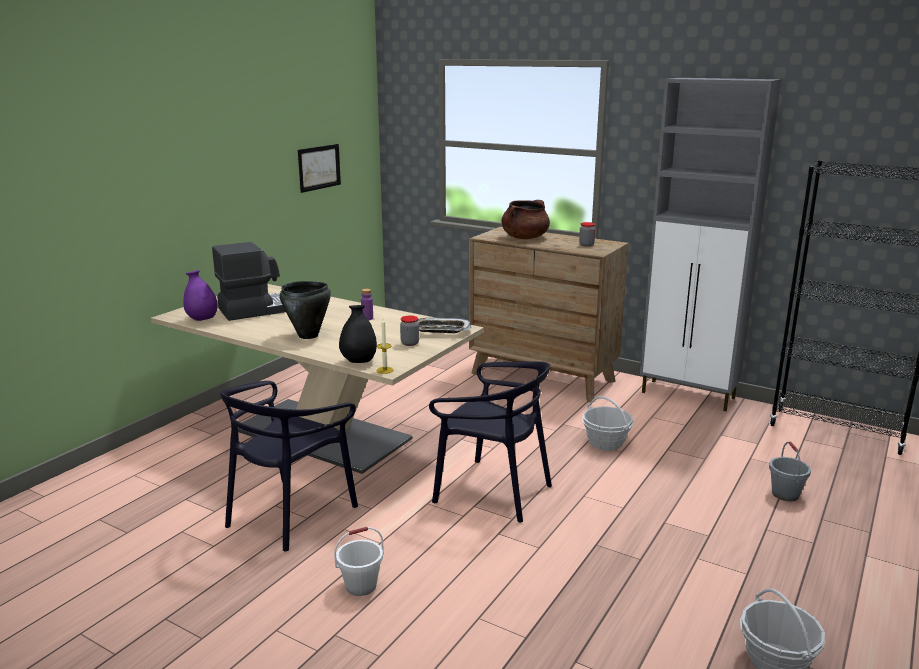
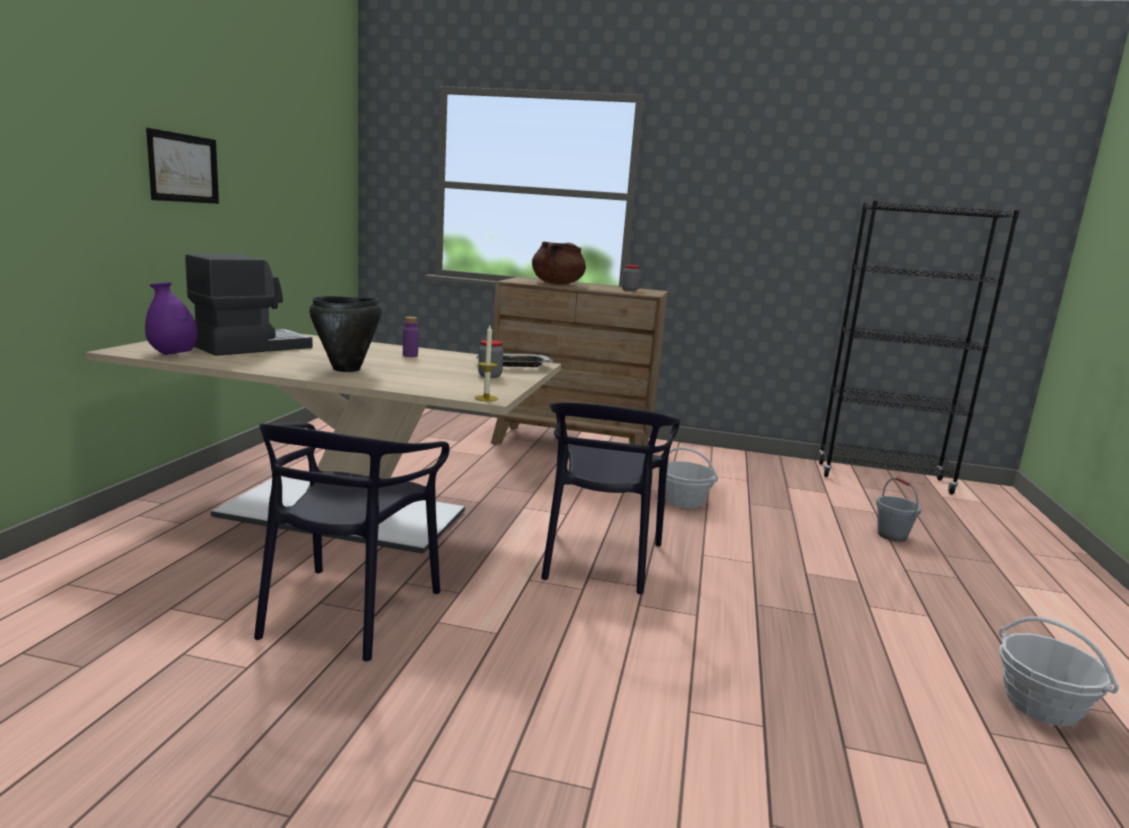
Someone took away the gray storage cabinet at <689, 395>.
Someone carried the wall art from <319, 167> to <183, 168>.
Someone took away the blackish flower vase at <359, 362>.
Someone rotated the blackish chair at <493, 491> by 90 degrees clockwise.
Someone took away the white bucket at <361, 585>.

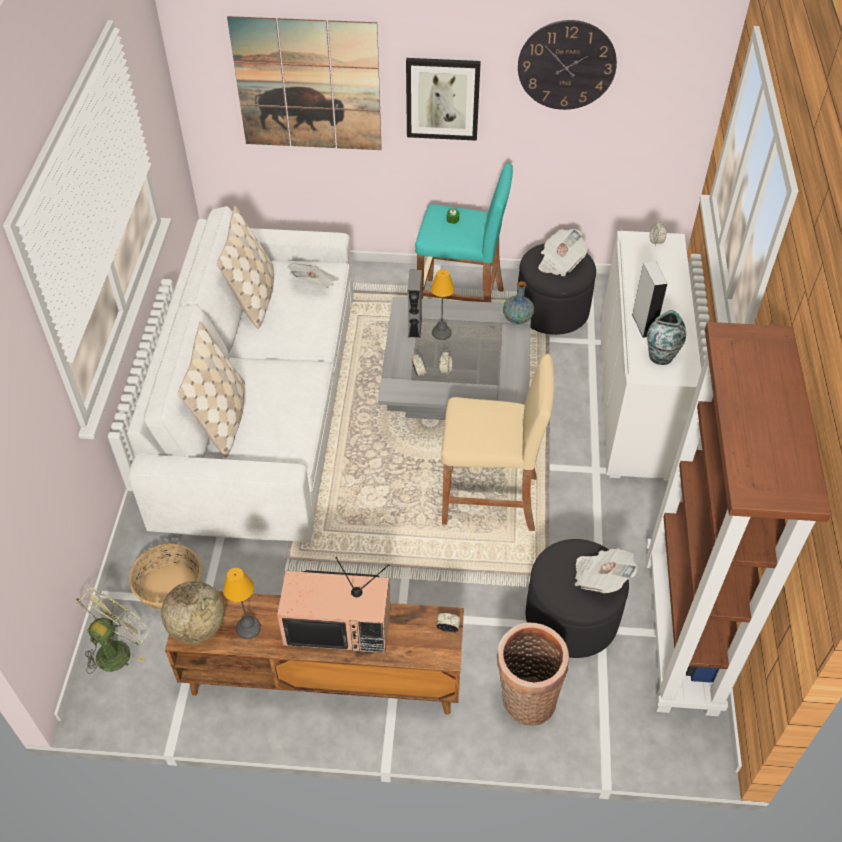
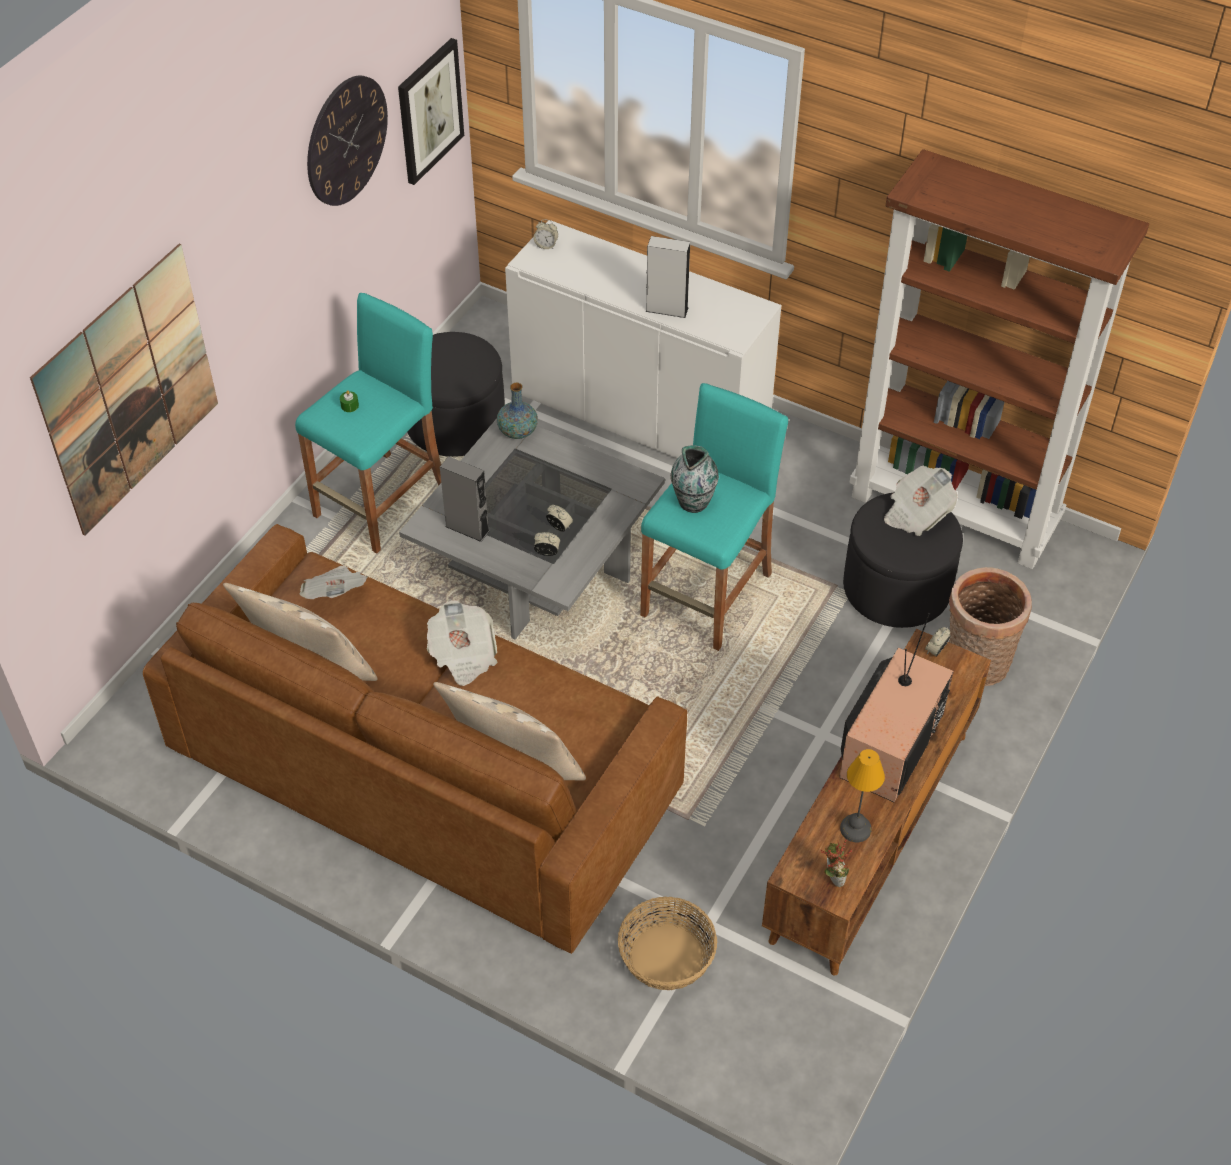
Someone carried the wall art from <442, 98> to <429, 111>.
Someone repainted the white sofa at <261, 407>, which became the brownish sofa at <424, 769>.
Someone carried the newspaper from <560, 262> to <463, 655>.
Someone took away the table lamp at <441, 332>.
Someone carried the flower vase from <661, 356> to <693, 501>.
Someone repainted the beige-coloured stool at <489, 500>, which became the blue-green stool at <707, 595>.
Someone swapped the globe at <198, 627> for the plant in a pot at <832, 878>.
Someone took away the greenish electric fan at <117, 649>.

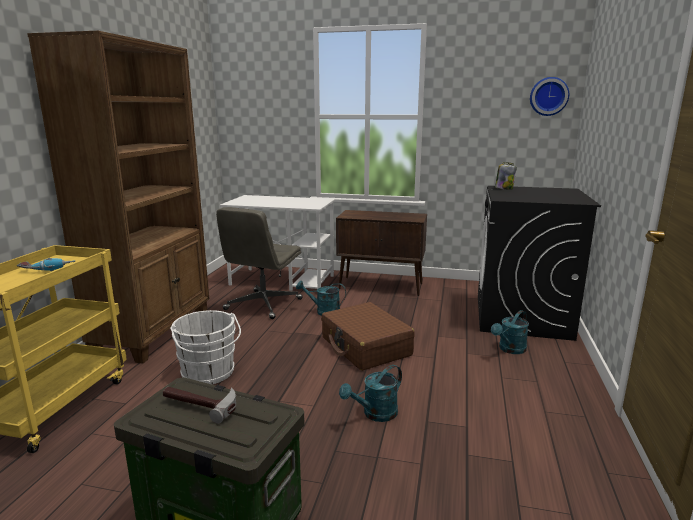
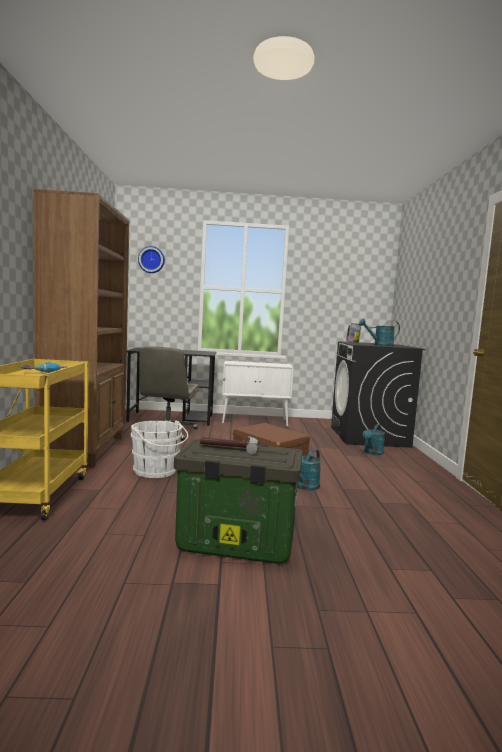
Someone carried the hanging clock from <548, 96> to <151, 260>.
Someone repainted the white desk unit at <283, 280>, which became the blackish desk unit at <172, 418>.
Someone repainted the brownish storage cabinet at <381, 286>, which became the white storage cabinet at <255, 421>.
Someone carried the blue-green watering can from <323, 312> to <379, 345>.

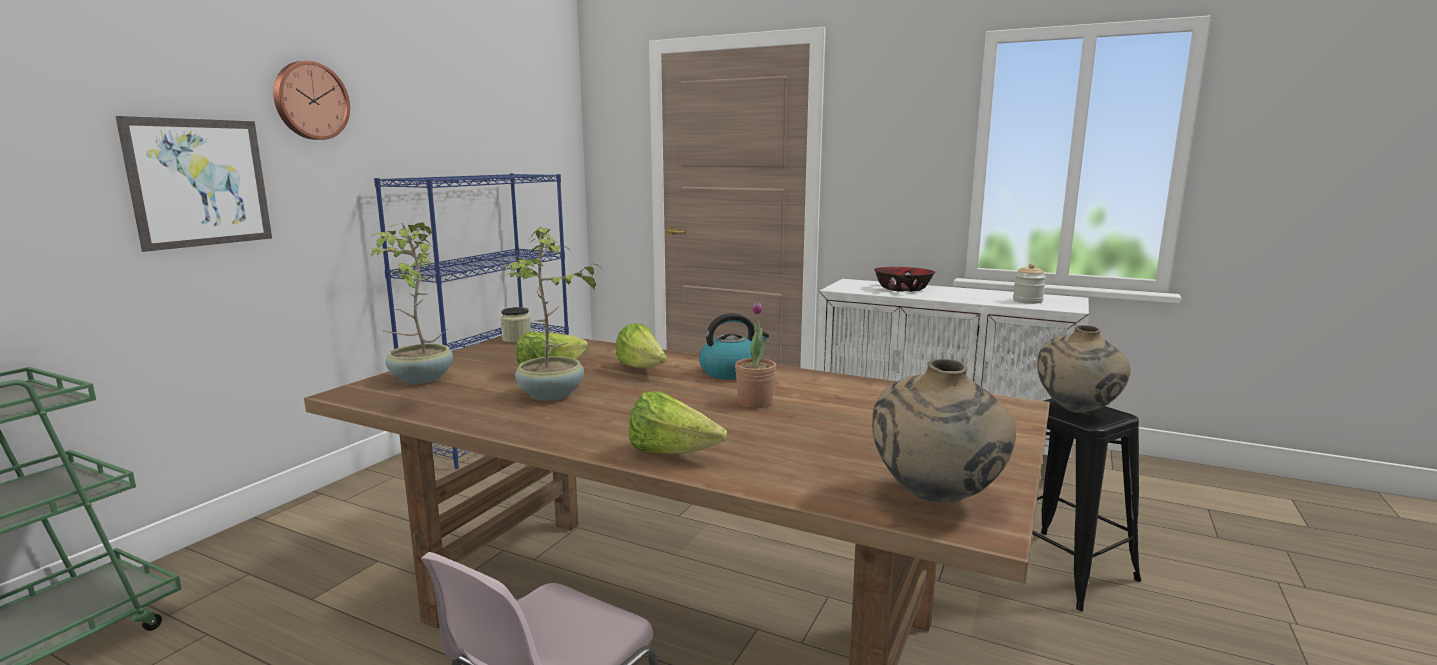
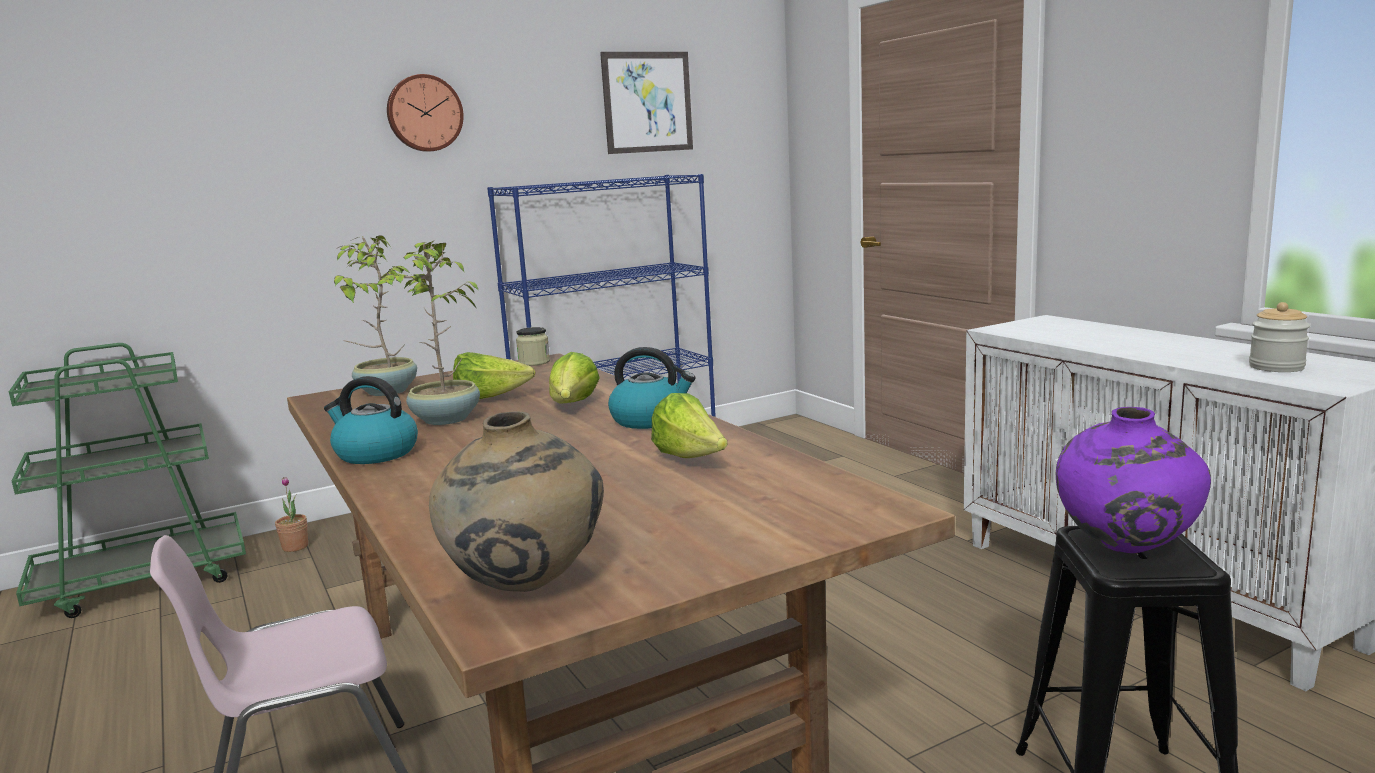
Someone carried the wall art from <200, 183> to <647, 102>.
Someone took away the serving bowl at <902, 289>.
Someone carried the plant in a pot from <755, 403> to <295, 547>.
Someone repainted the beige-coloured flower vase at <1077, 412>, which became the purple-coloured flower vase at <1126, 551>.
Someone carried the lettuce head from <672, 453> to <691, 459>.
Someone put down the kettle at <375, 454>.

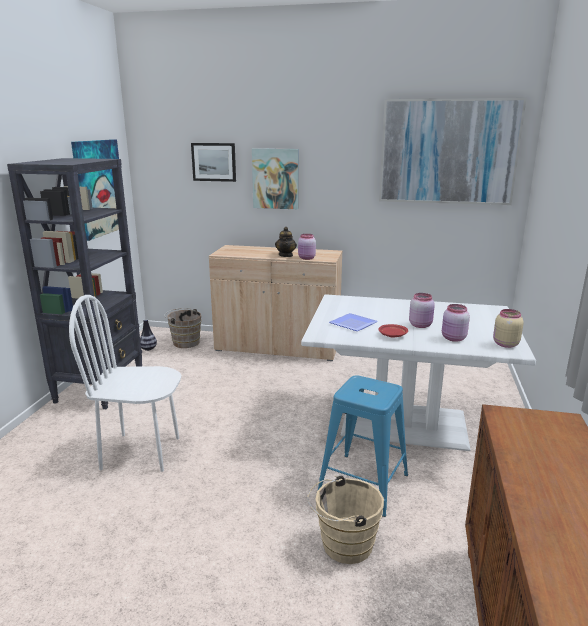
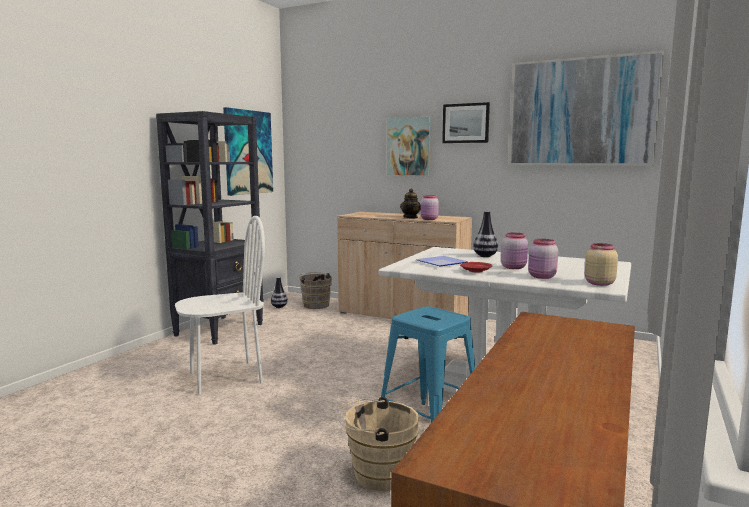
Someone carried the wall art from <214, 162> to <466, 123>.
Someone rotated the white chair at <141, 452> by 135 degrees clockwise.
Someone put down the flower vase at <485, 256>.

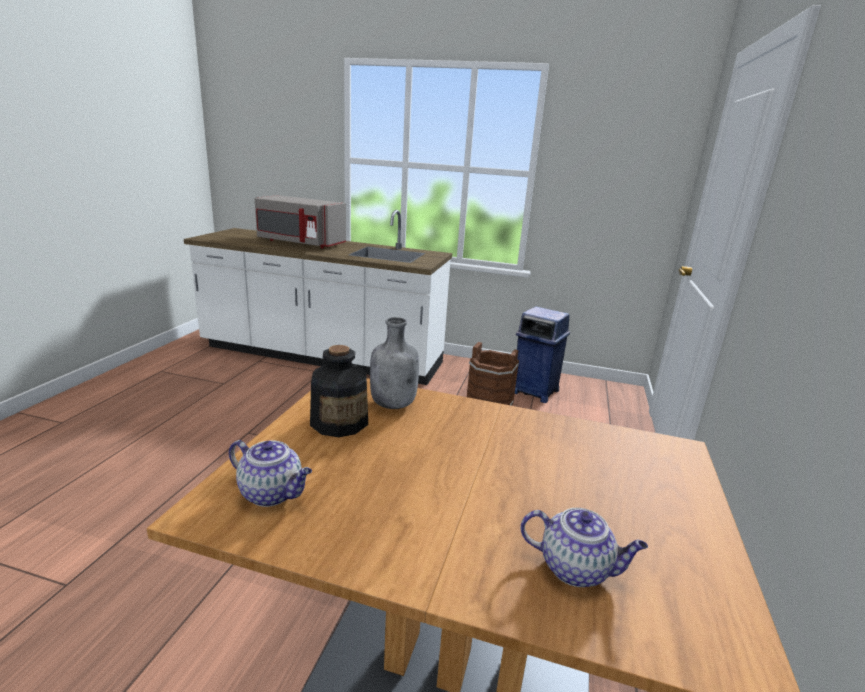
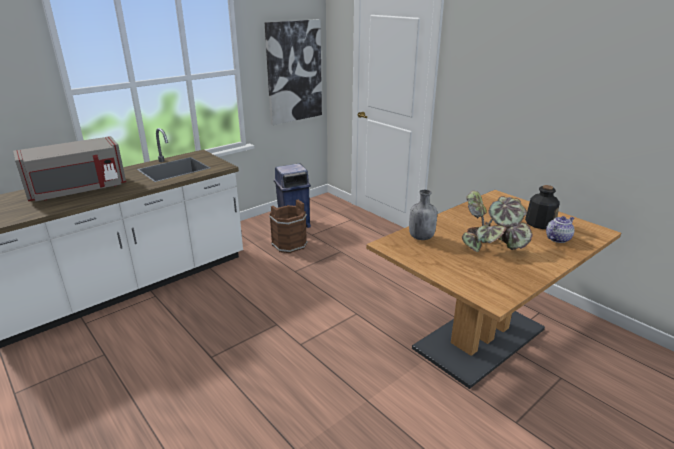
Someone carried the drink bottle from <340, 422> to <539, 223>.
Someone took away the tea pot at <272, 493>.
Someone put up the wall art at <294, 72>.
Someone put down the plant in a pot at <492, 244>.

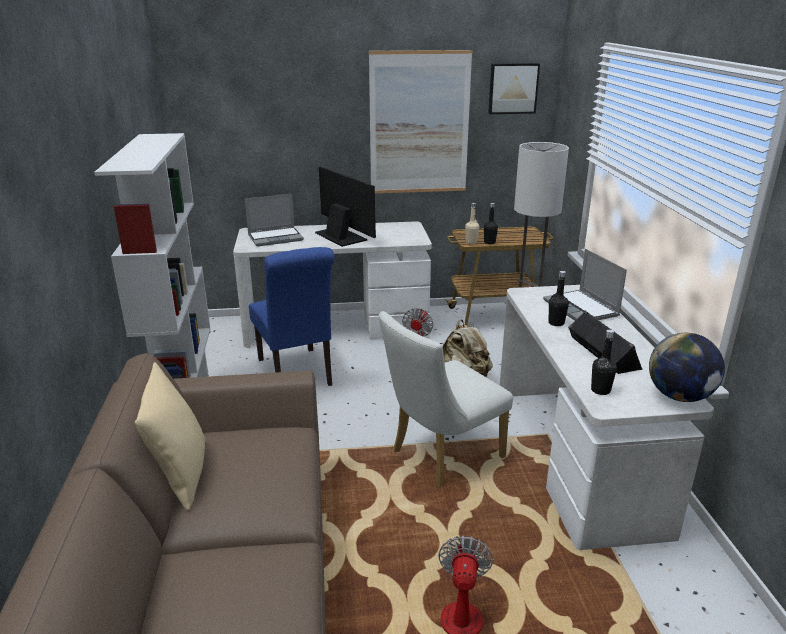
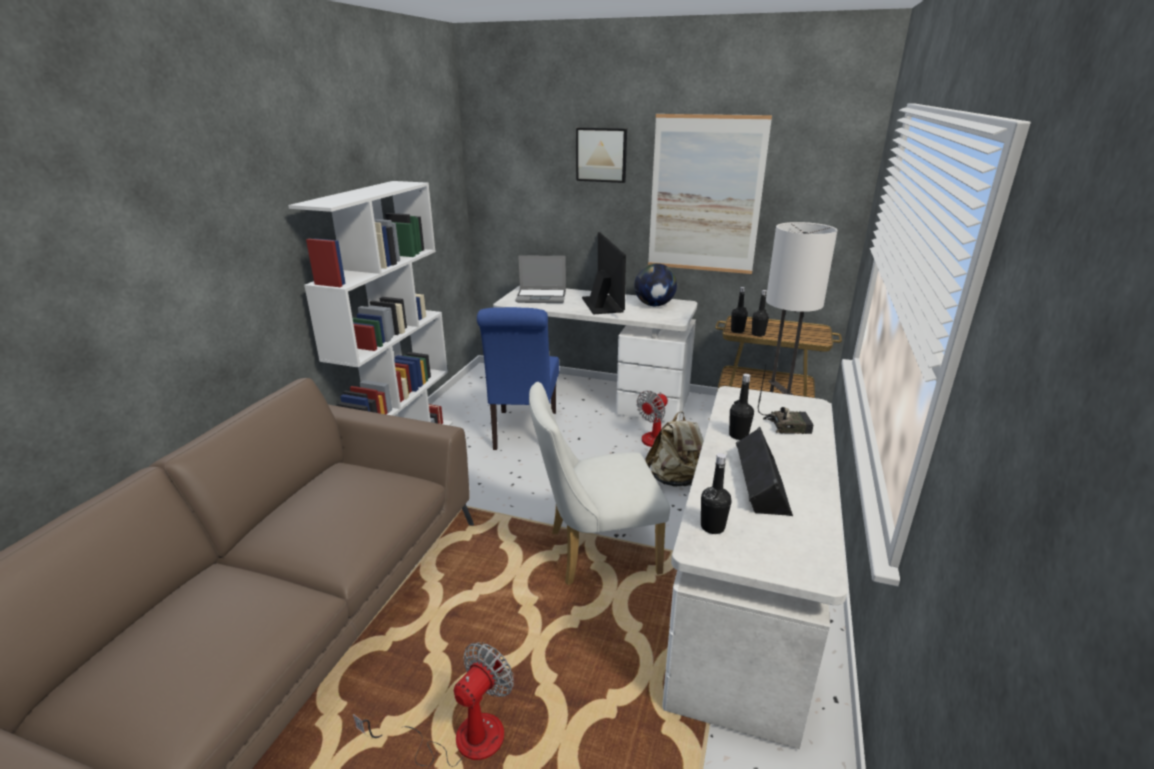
Someone carried the wall art from <513, 88> to <602, 155>.
Someone repainted the beige-coloured drink bottle at <471, 242>, which became the blackish drink bottle at <737, 331>.
Someone swapped the laptop at <582, 308> for the radio receiver at <787, 426>.
Someone carried the globe from <679, 396> to <654, 305>.
Someone took away the beige-coloured cushion at <180, 475>.

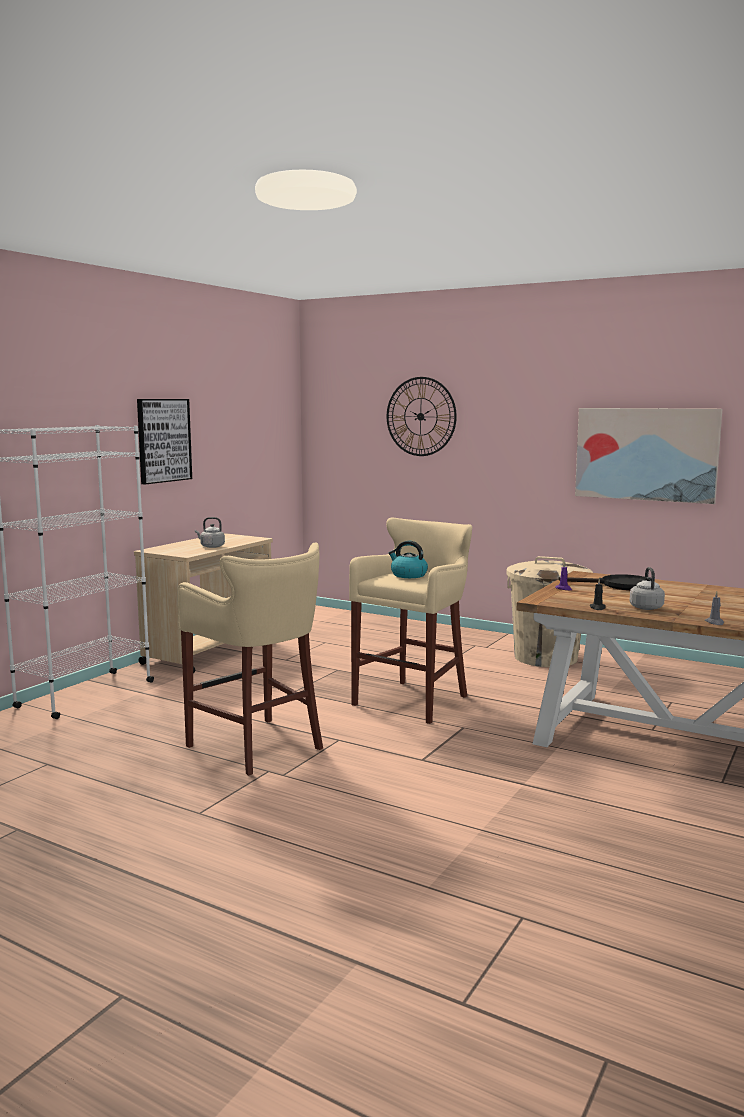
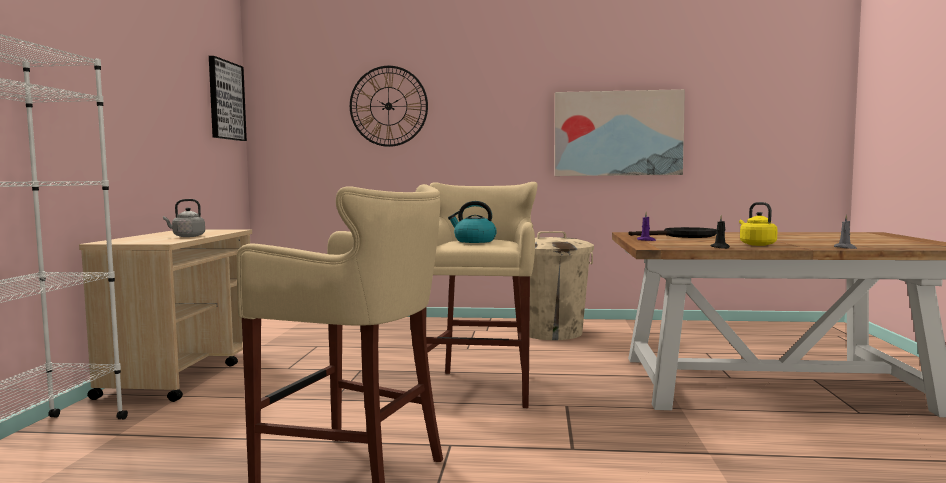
Someone carried the wall art from <163, 440> to <226, 100>.
Someone repainted the gray kettle at <645, 607>, which became the yellow-coloured kettle at <756, 244>.

